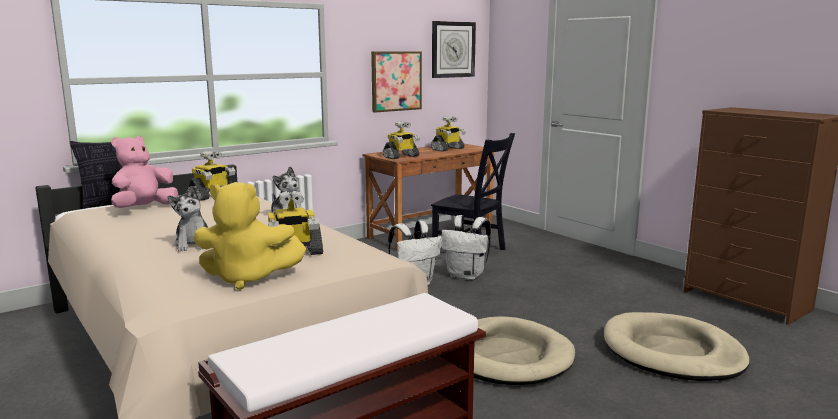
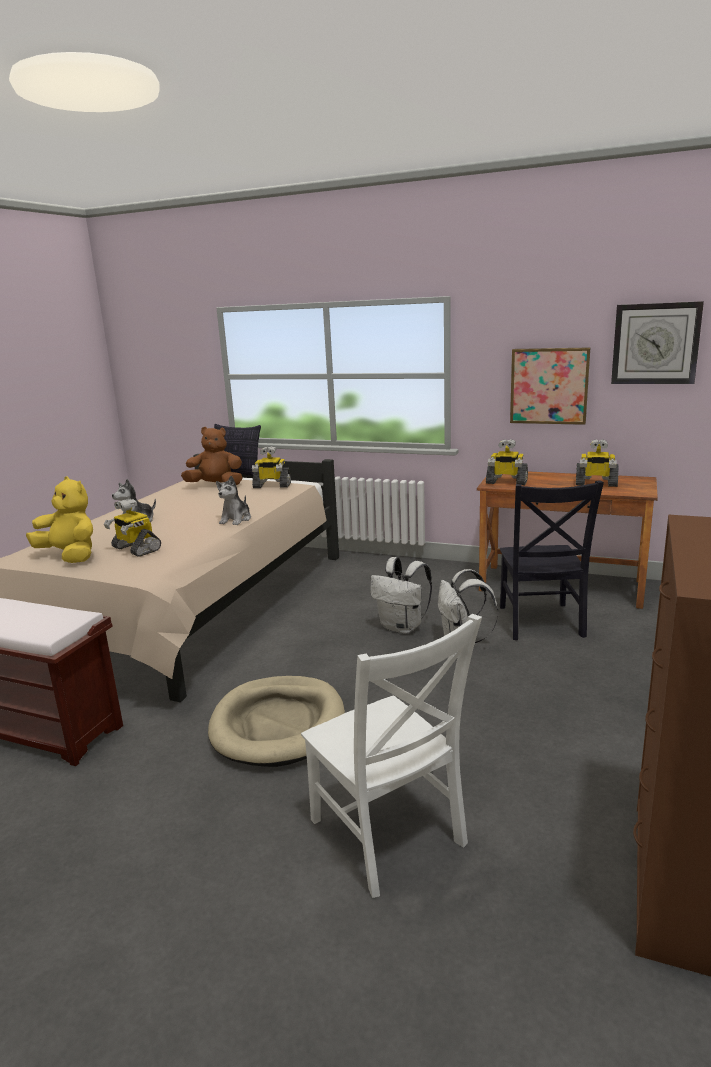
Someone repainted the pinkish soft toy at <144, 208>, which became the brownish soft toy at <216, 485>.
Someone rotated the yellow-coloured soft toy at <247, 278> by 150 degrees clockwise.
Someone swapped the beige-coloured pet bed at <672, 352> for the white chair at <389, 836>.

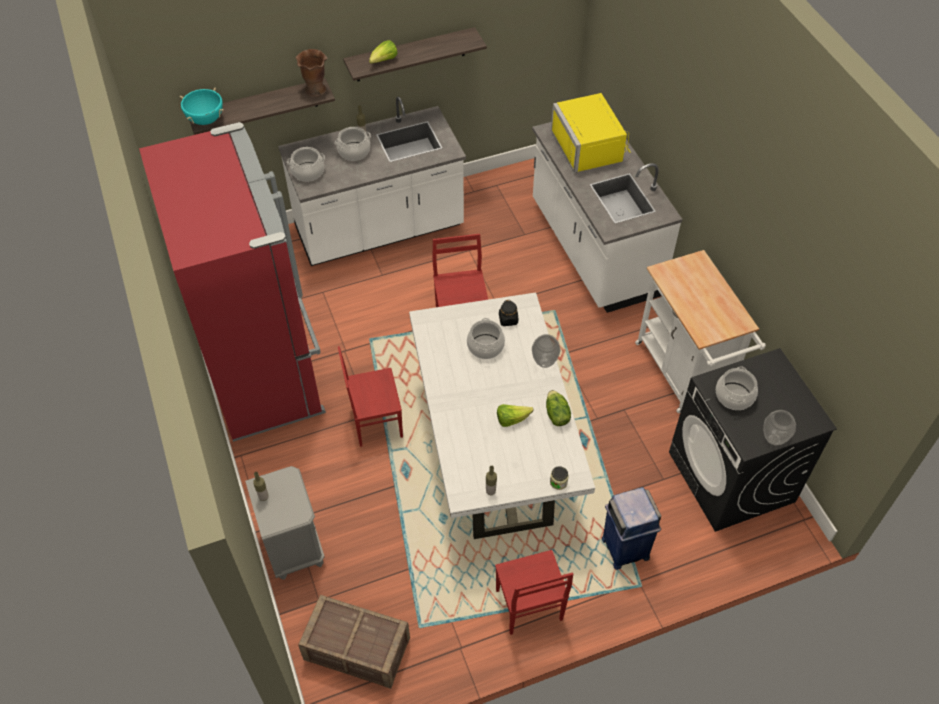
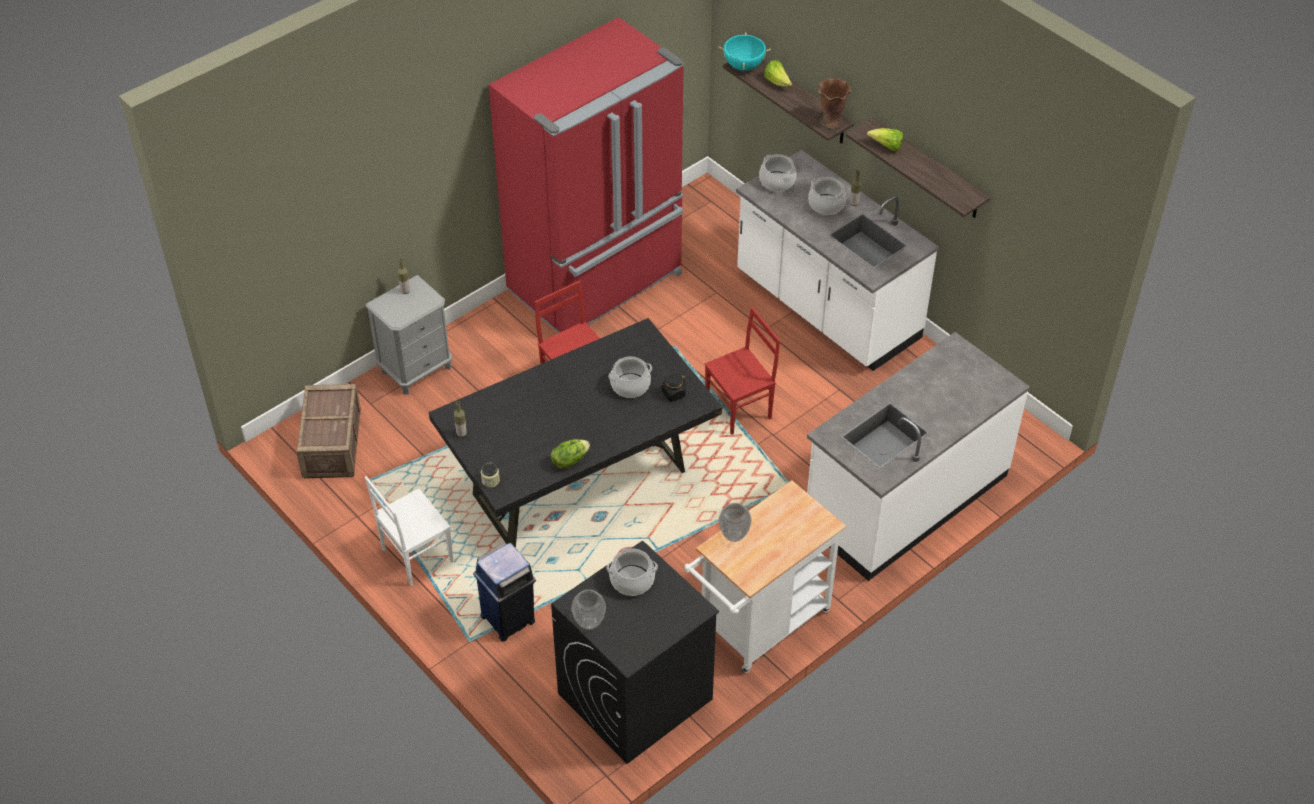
Someone took away the yellow-coloured microwave at <591, 147>.
Someone repainted the white kitchen table at <495, 453>, which became the blackish kitchen table at <578, 484>.
Someone carried the flower vase from <545, 362> to <734, 536>.
Someone carried the lettuce head from <512, 419> to <777, 82>.
Someone repainted the red-coloured chair at <528, 606>, which became the white chair at <416, 555>.

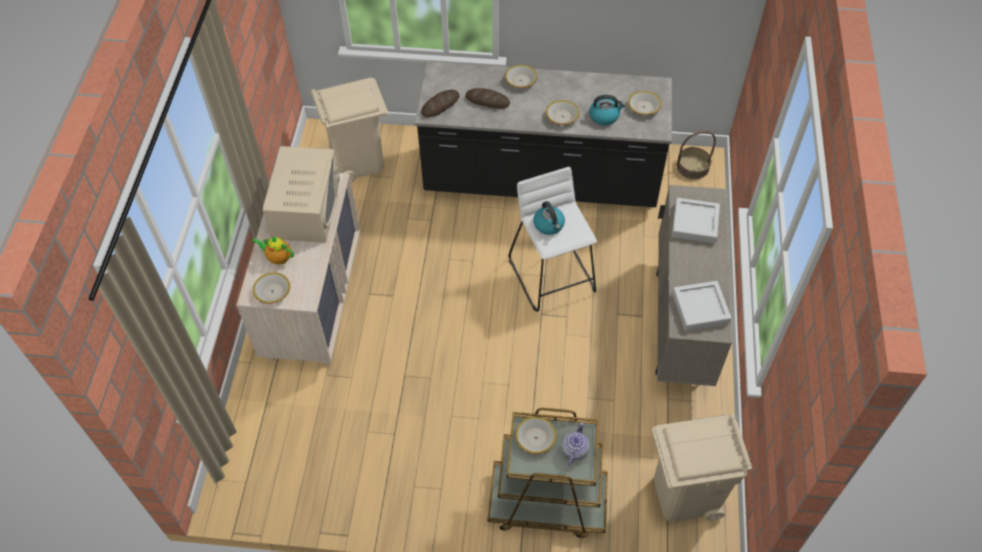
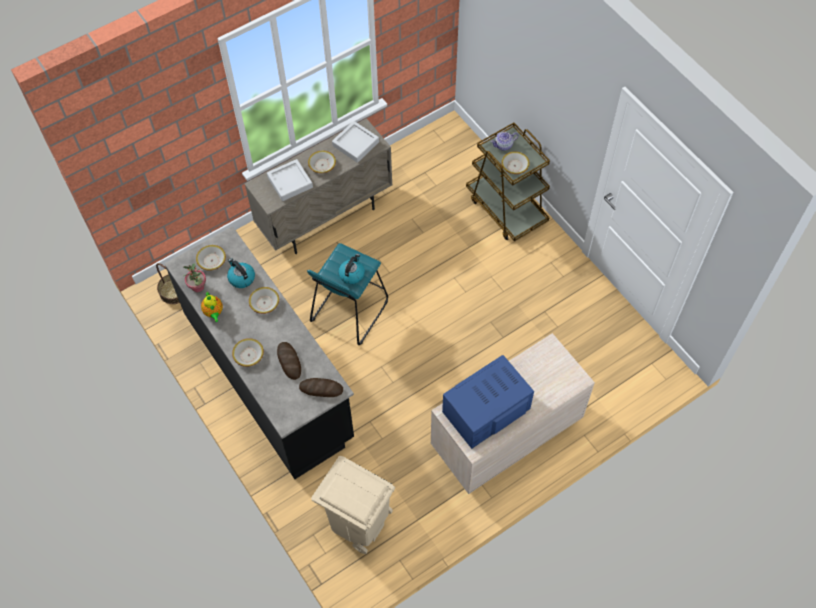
Someone repainted the beige-coloured microwave at <306, 208>, which became the blue-coloured microwave at <485, 410>.
Someone repainted the white stool at <553, 275>, which became the blue-green stool at <349, 311>.
Someone carried the tea pot from <278, 258> to <214, 312>.
Someone carried the serving bowl from <272, 291> to <322, 165>.
Someone took away the beige-coloured waste bin at <685, 494>.
Someone put down the plant in a pot at <198, 287>.

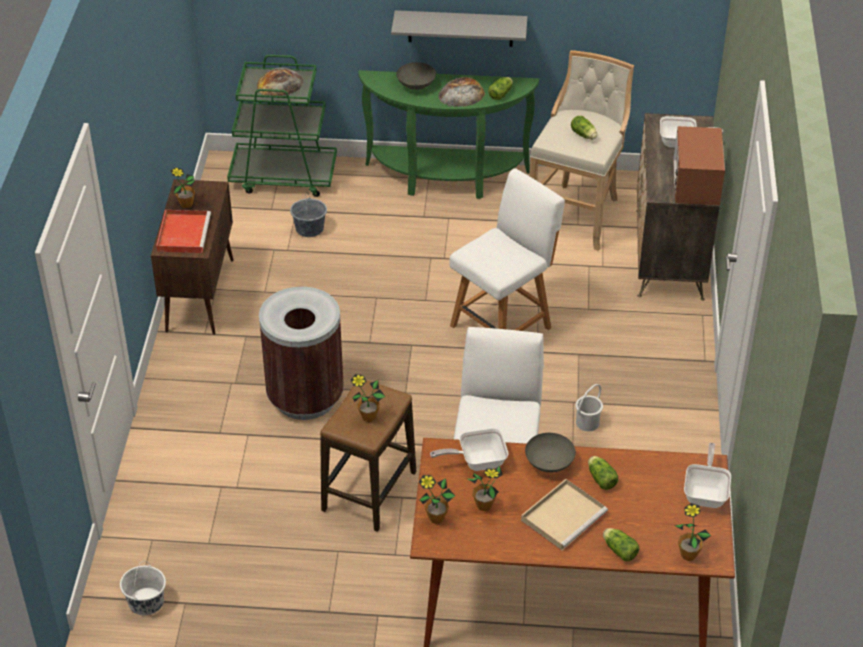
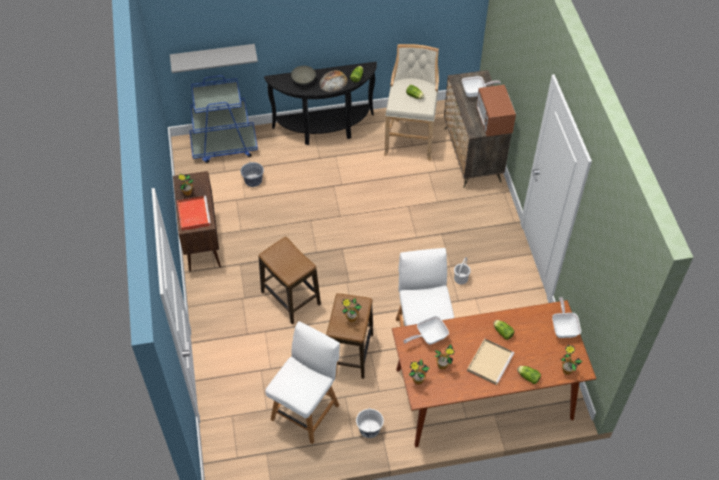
Someone carried the gray wall shelf from <460, 28> to <213, 57>.
Someone repainted the greenish wheeled cart at <284, 176>, which became the blue-coloured wheeled cart at <224, 146>.
Someone took away the baked bread at <280, 84>.
Someone repainted the greenish hall table at <446, 180>, which became the blackish hall table at <325, 129>.
Someone carried the white chair from <503, 325> to <306, 410>.
Someone swapped the brownish waste bin at <306, 397> for the stool at <291, 298>.
Someone took away the gray serving bowl at <549, 463>.
Someone carried the white bucket from <146, 602> to <369, 429>.

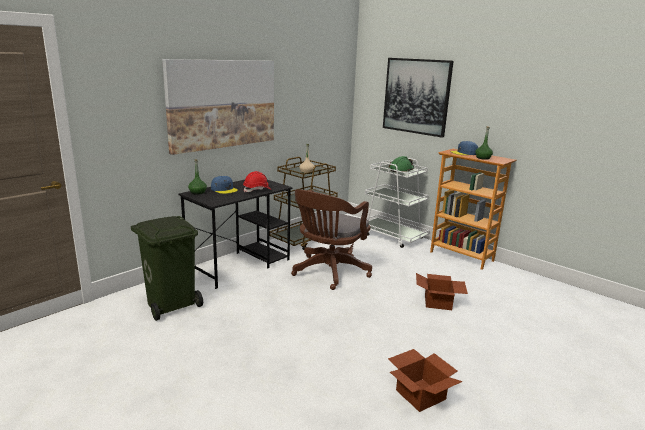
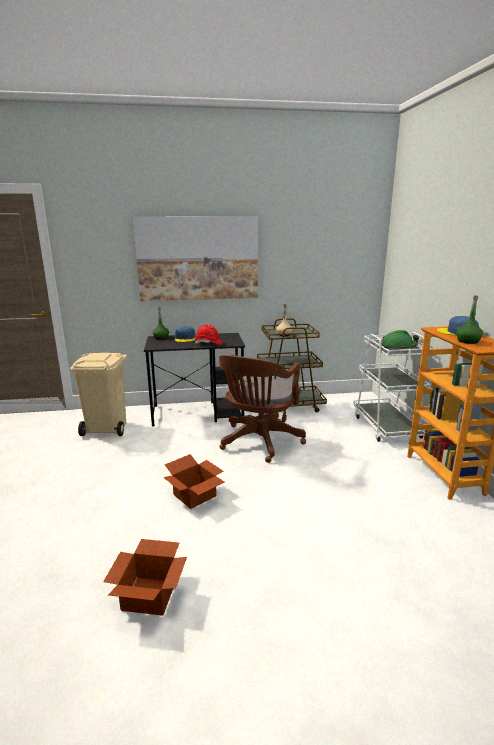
Someone took away the wall art at <416, 96>.
Someone rotated the brownish computer chair at <328, 272> by 45 degrees counterclockwise.
Someone repainted the greenish waste bin at <172, 304>, which became the beige-coloured waste bin at <108, 428>.
Someone carried the cardboard box from <439, 302> to <195, 496>.

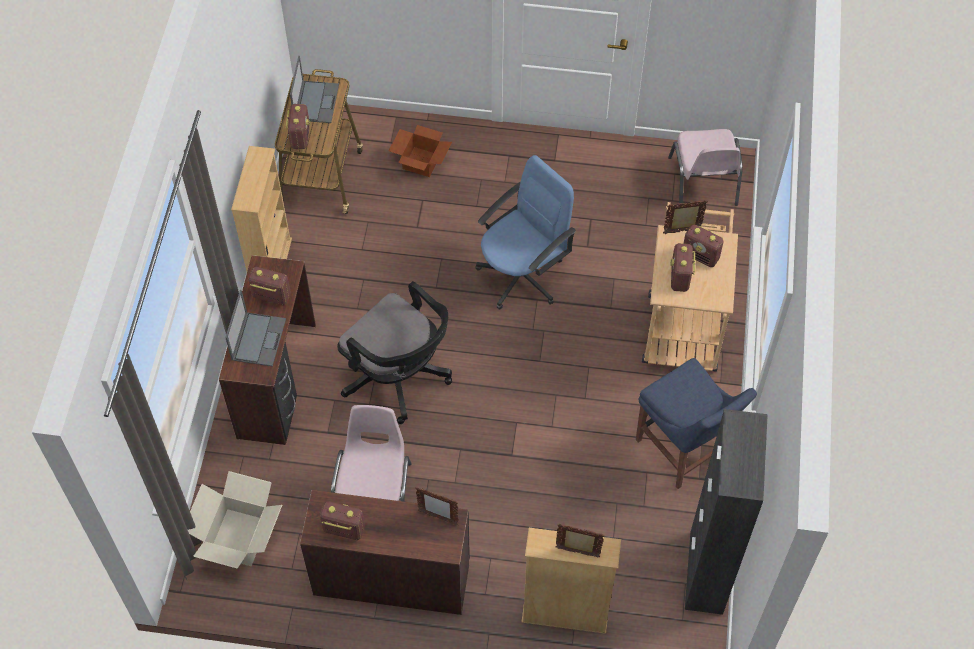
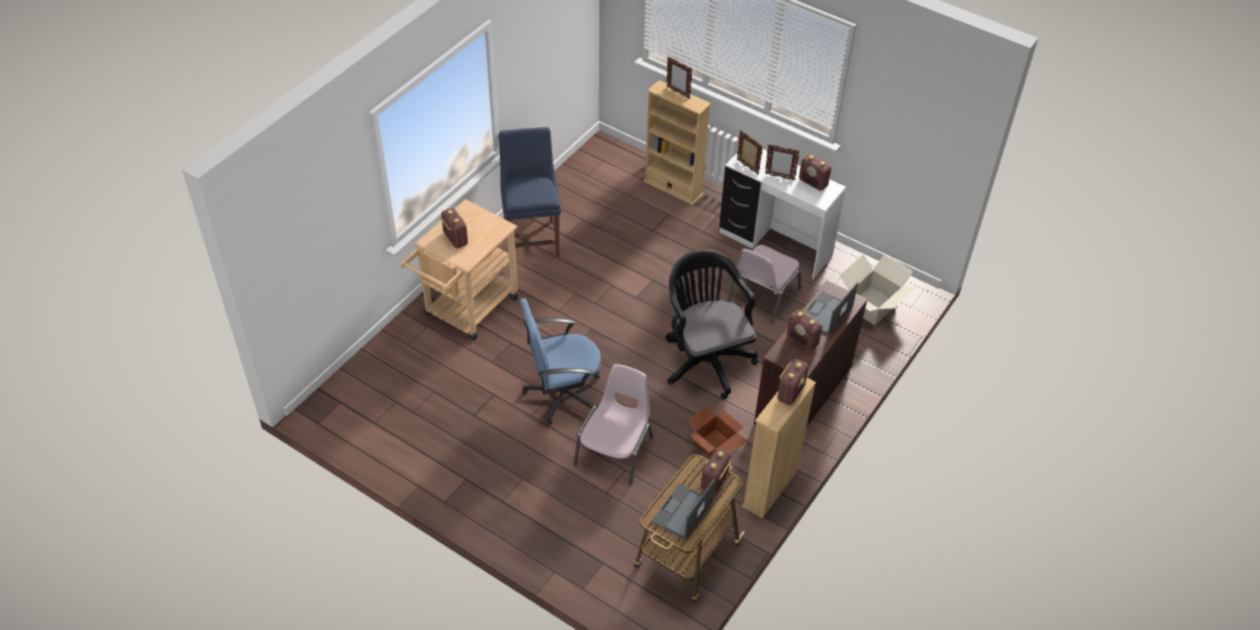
Someone carried the cardboard box from <420, 161> to <715, 446>.
Someone carried the pinkish chair from <703, 182> to <615, 450>.
Someone carried the picture frame from <682, 231> to <779, 177>.
Someone carried the radio receiver from <680, 278> to <790, 392>.
Someone took away the blackish storage cabinet at <706, 572>.
Someone repainted the brownish desk unit at <391, 577>, which became the white desk unit at <775, 245>.

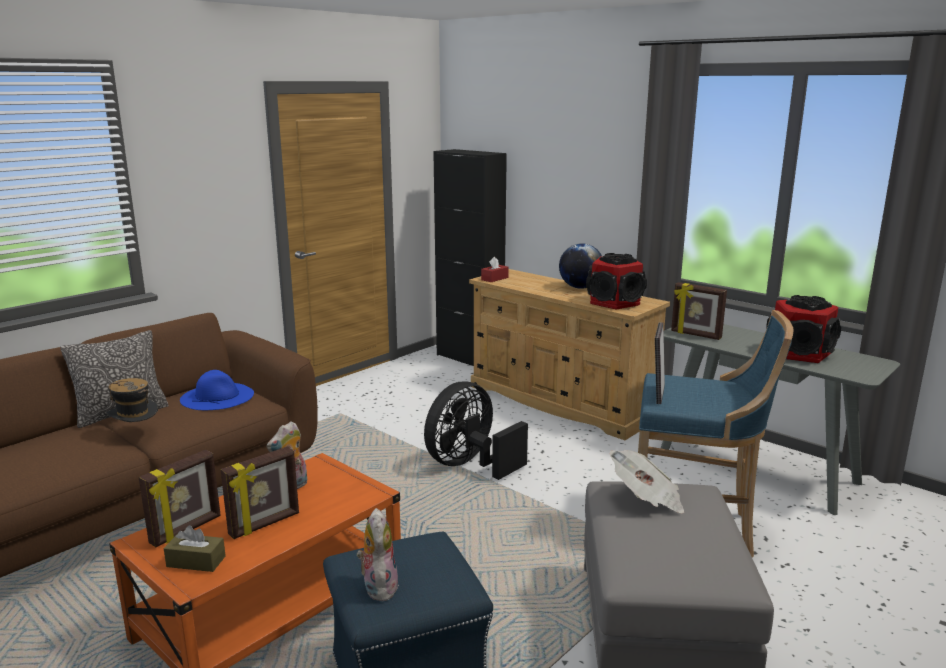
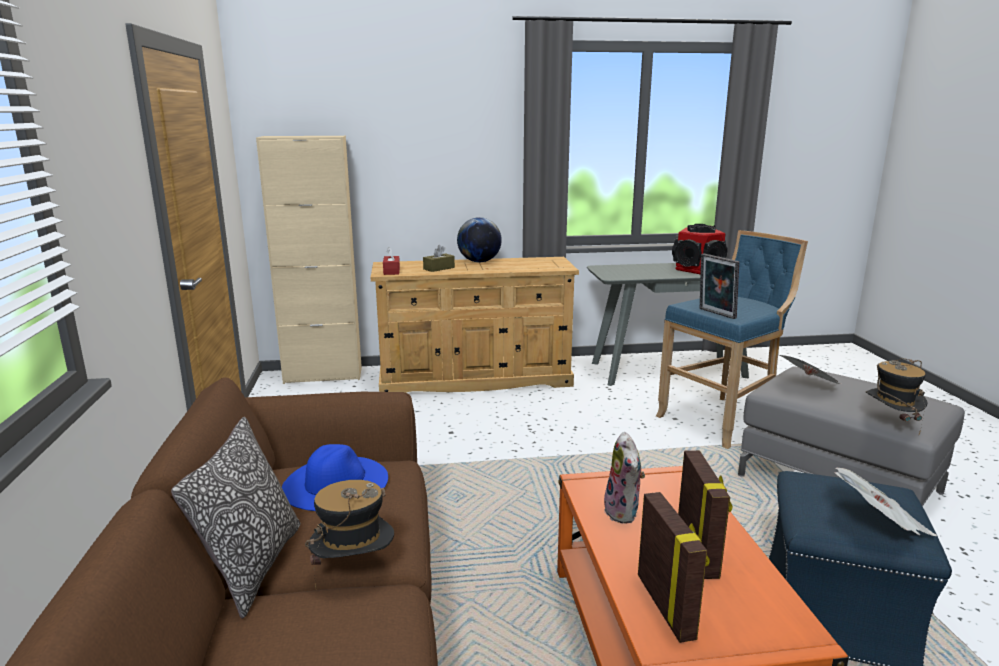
Someone repainted the blackish storage cabinet at <469, 358>, which became the beige-coloured storage cabinet at <323, 375>.
Someone took away the loudspeaker at <614, 302>.
Someone took away the picture frame at <695, 335>.
Someone took away the blackish electric fan at <470, 465>.
Someone swapped the soft toy at <378, 586> for the newspaper at <879, 524>.
Someone carried the brownish box of tissues from <196, 561> to <439, 268>.
Someone put down the wearable hat at <890, 425>.

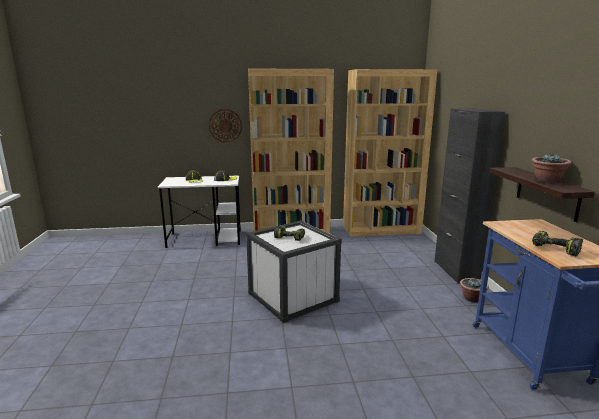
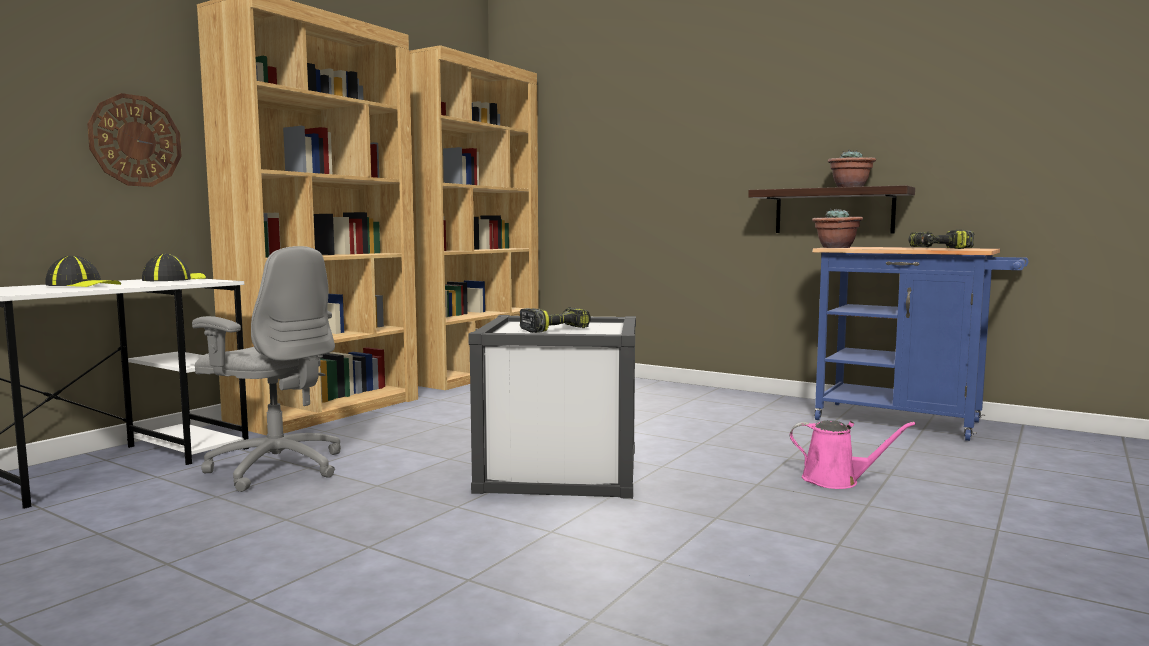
Someone took away the blackish storage cabinet at <456, 271>.
Someone carried the plant in a pot from <472, 299> to <836, 247>.
Someone put down the gray computer chair at <276, 468>.
Someone put down the pinkish watering can at <836, 481>.

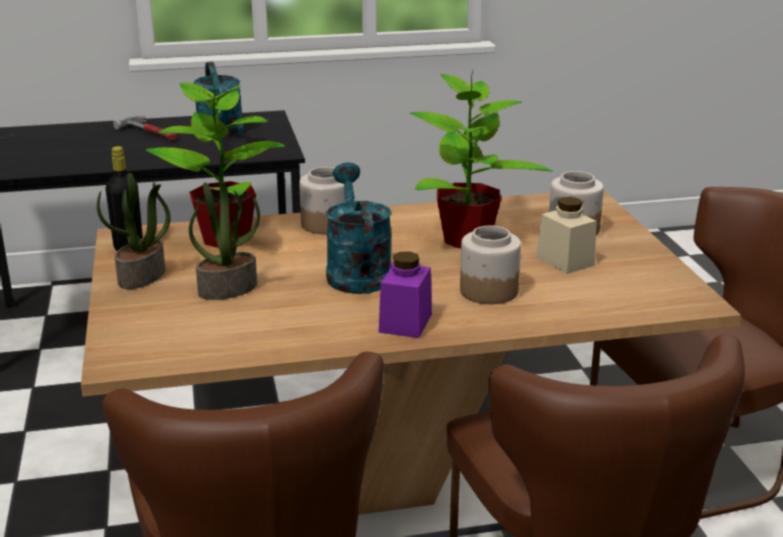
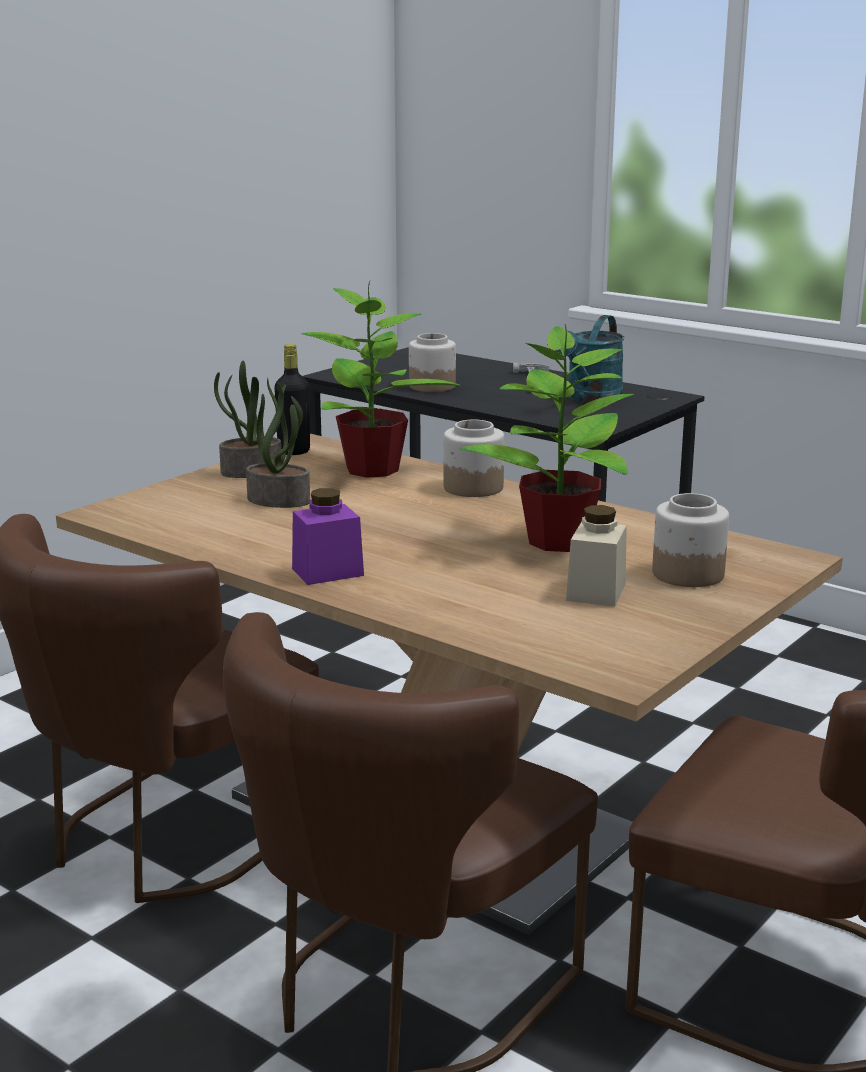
Someone took away the blue-green watering can at <356, 272>.
Someone carried the storage jar from <488, 291> to <432, 386>.

